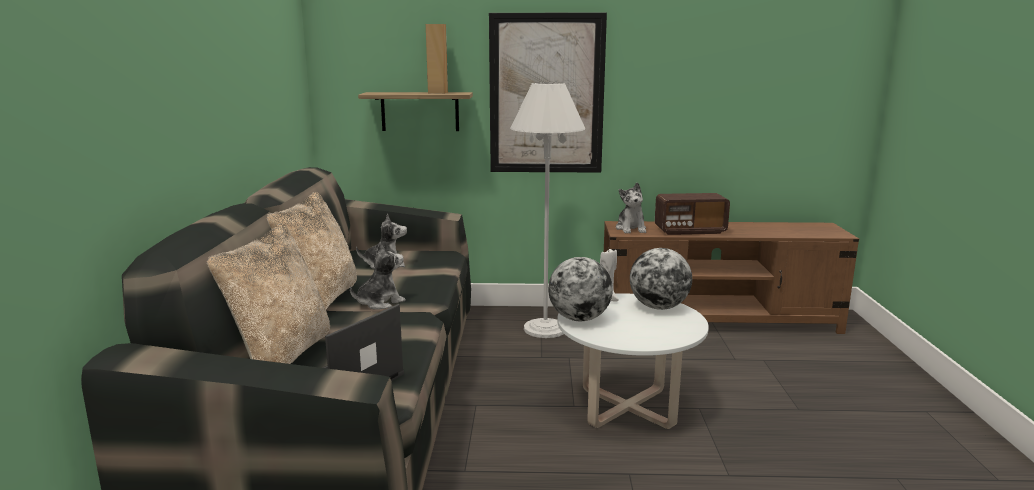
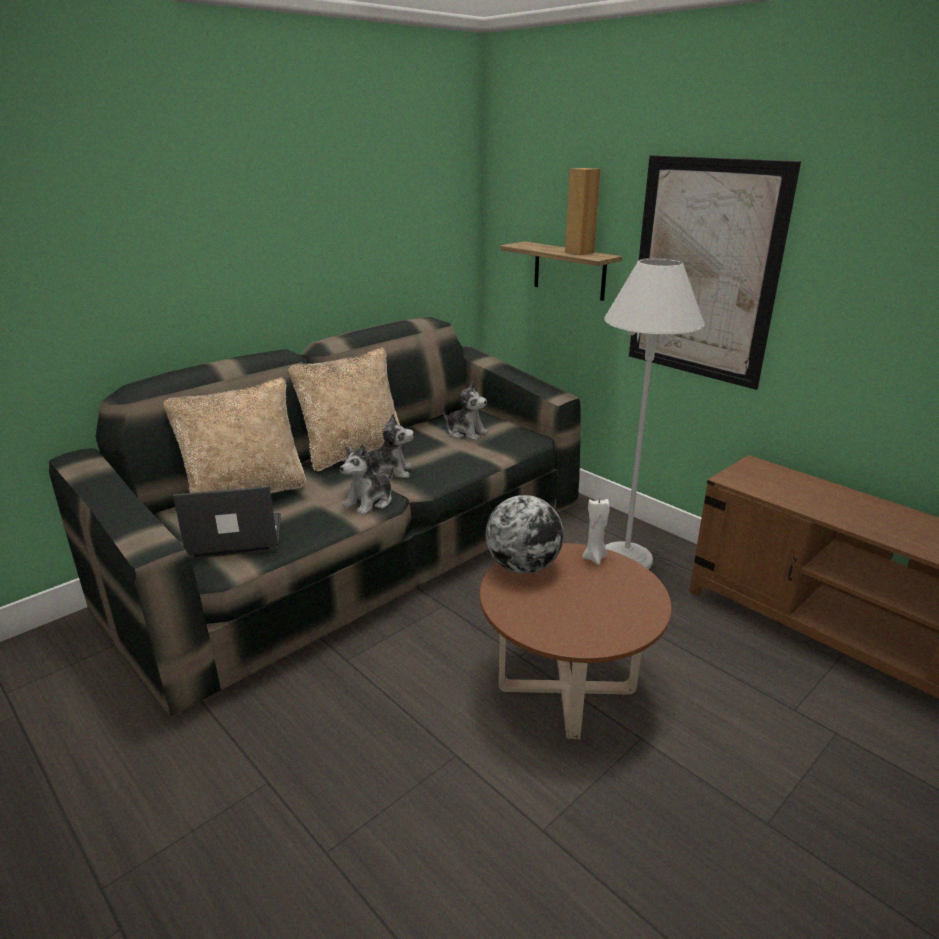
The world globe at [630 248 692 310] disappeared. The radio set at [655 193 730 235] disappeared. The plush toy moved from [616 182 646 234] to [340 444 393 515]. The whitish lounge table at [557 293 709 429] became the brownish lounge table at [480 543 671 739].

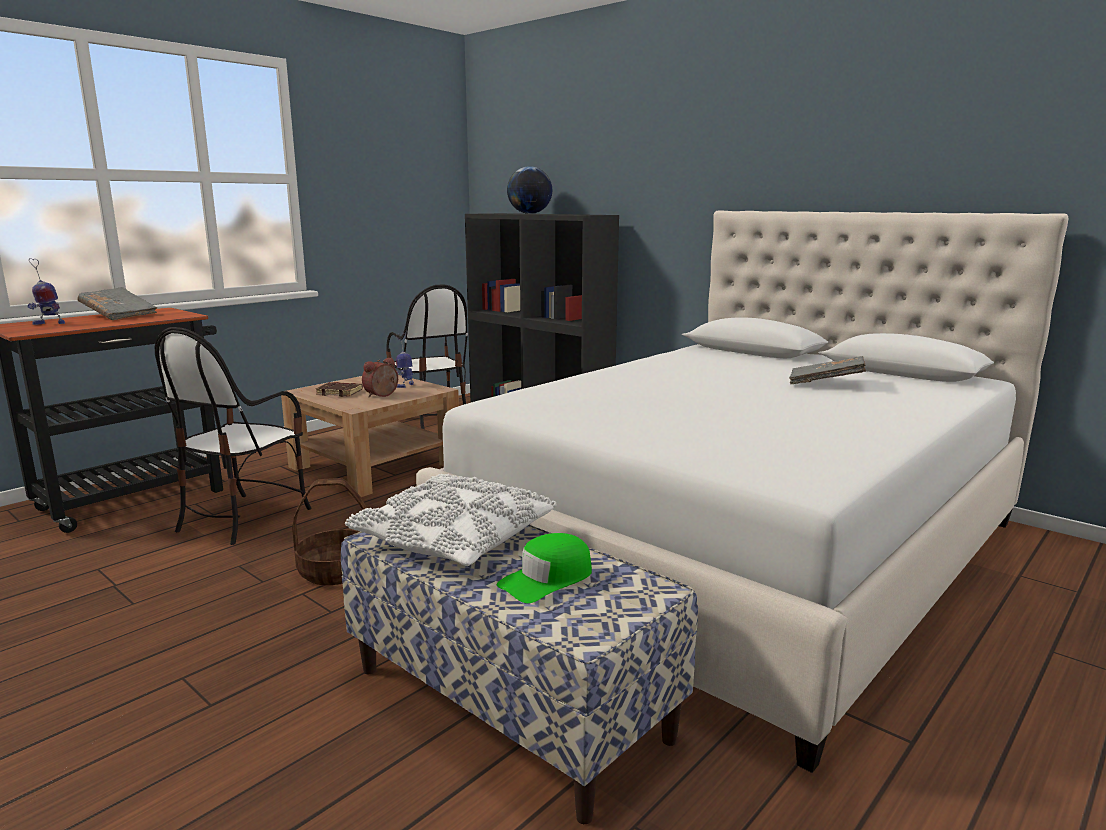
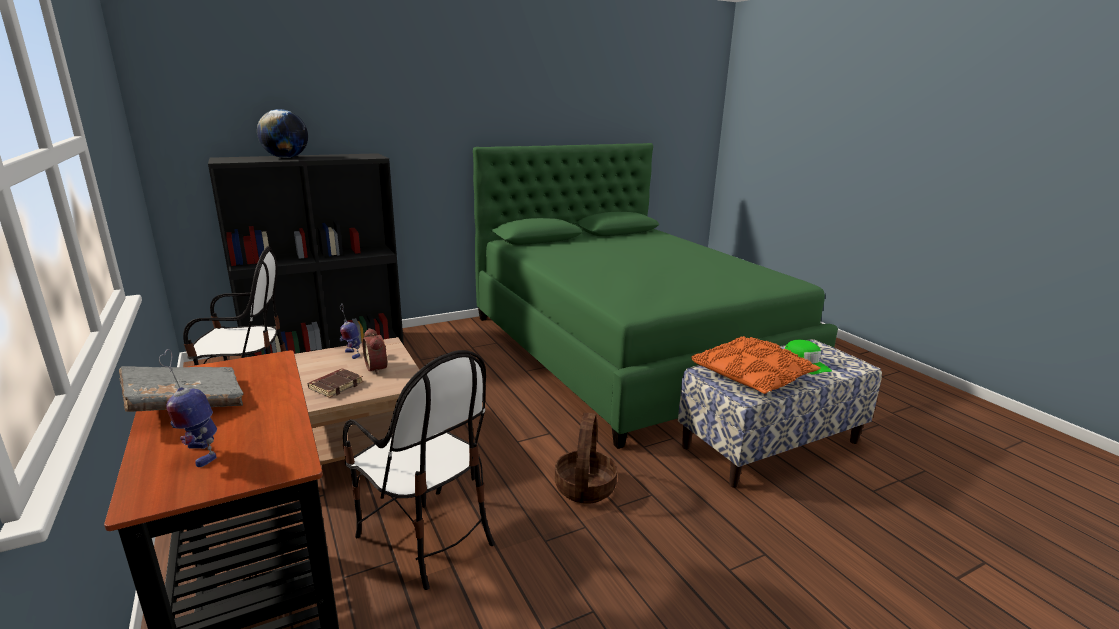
The gray bound book at [789 356 866 384] disappeared. The whitish throw pillow at [345 474 557 566] became the orange-coloured throw pillow at [691 336 820 394]. The whitish sleeping bed at [416 211 1068 773] became the green-coloured sleeping bed at [473 143 838 449]. The model robot at [27 258 65 325] turned 135 degrees clockwise.

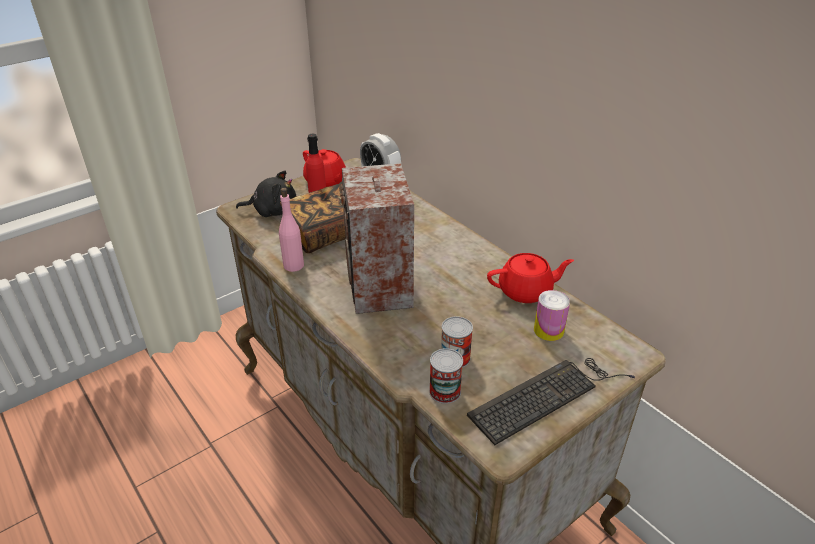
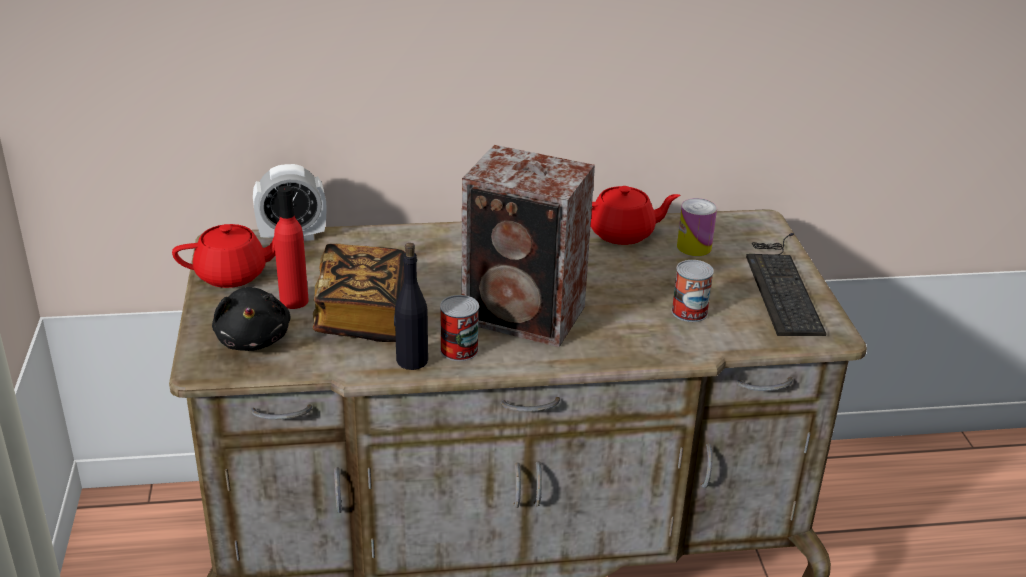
The sealed can moved from [429 348 463 404] to [440 295 479 361]. The pinkish bottle at [279 188 304 272] became the black bottle at [394 243 428 370]. The black plush toy at [236 171 296 217] turned 135 degrees clockwise. The reddish pot for tea at [487 253 574 303] turned 60 degrees clockwise.

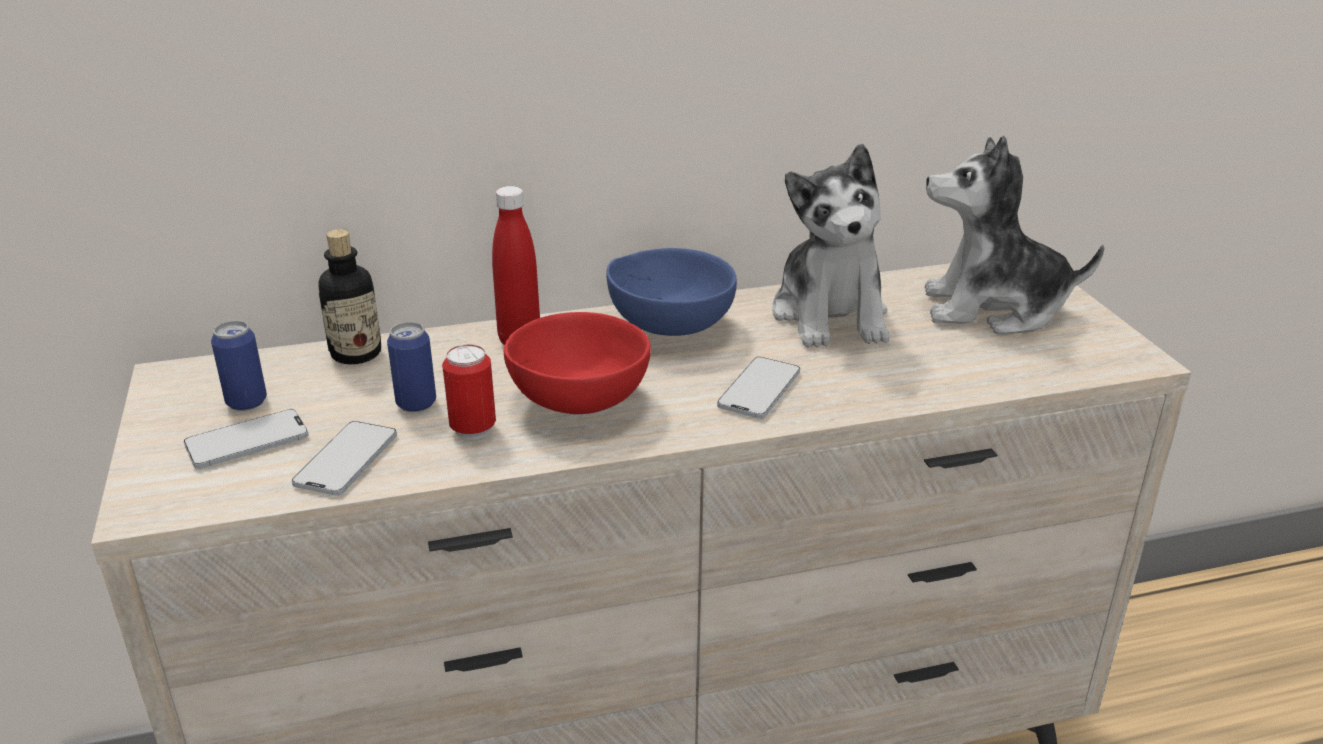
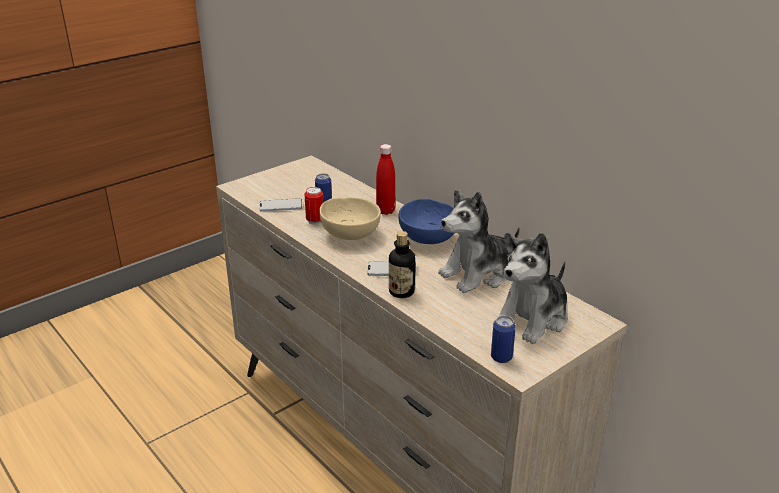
The phone at [184 409 308 469] disappeared. The sealed can moved from [211 320 267 411] to [491 316 516 363]. The bottle moved from [318 229 381 364] to [389 231 415 298]. The reddish serving bowl at [504 312 651 414] became the sand-coloured serving bowl at [319 197 381 240]. The plush toy at [924 135 1104 335] turned 120 degrees counterclockwise.

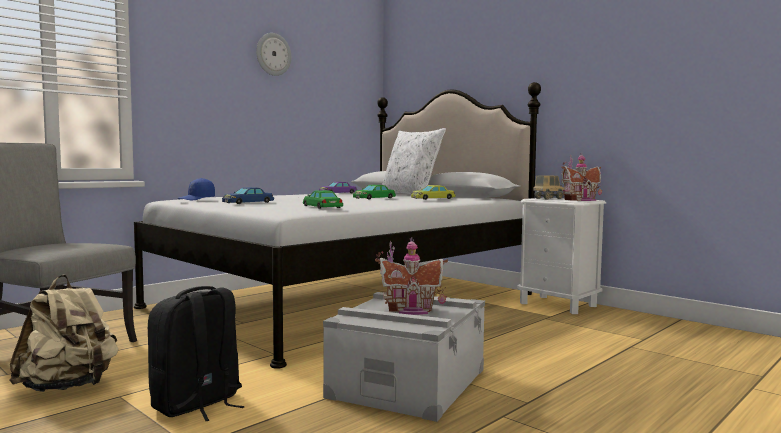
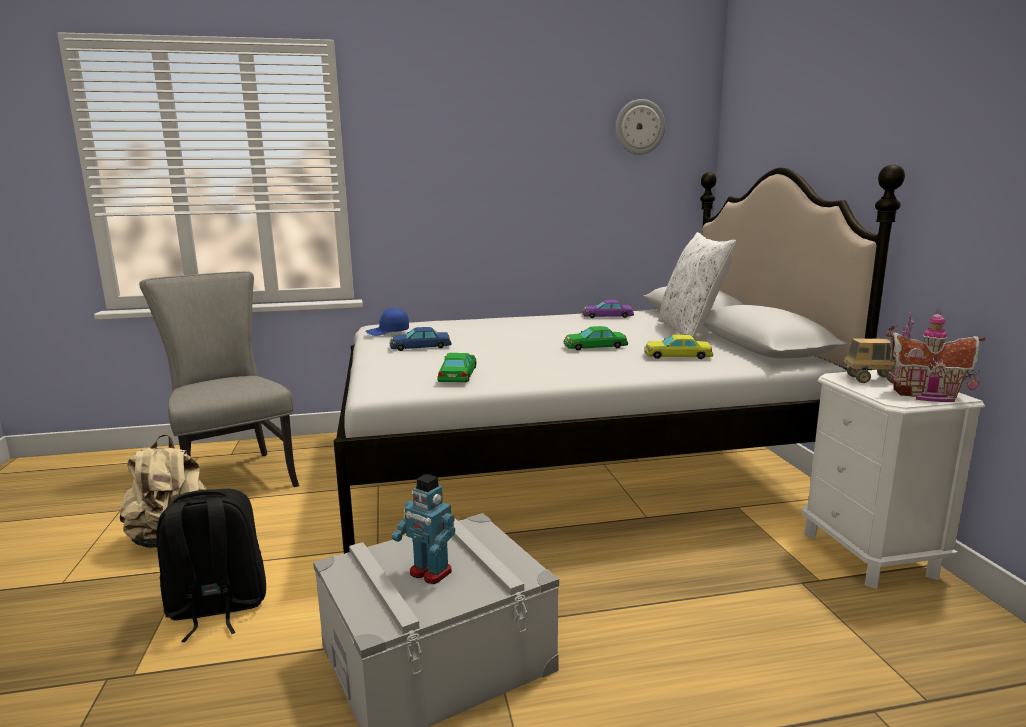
The hanging clock moved from [256 33 291 76] to [616 99 665 155]. The model house at [375 237 448 315] was replaced by the model robot at [392 474 455 584].

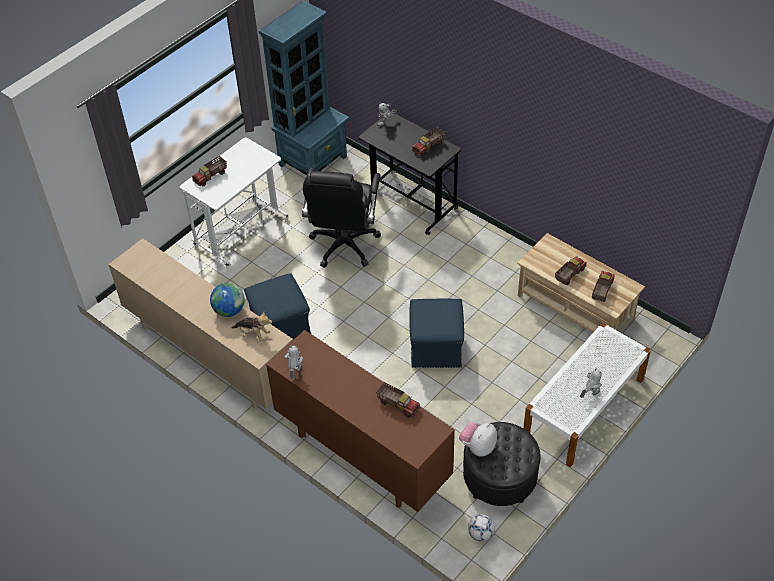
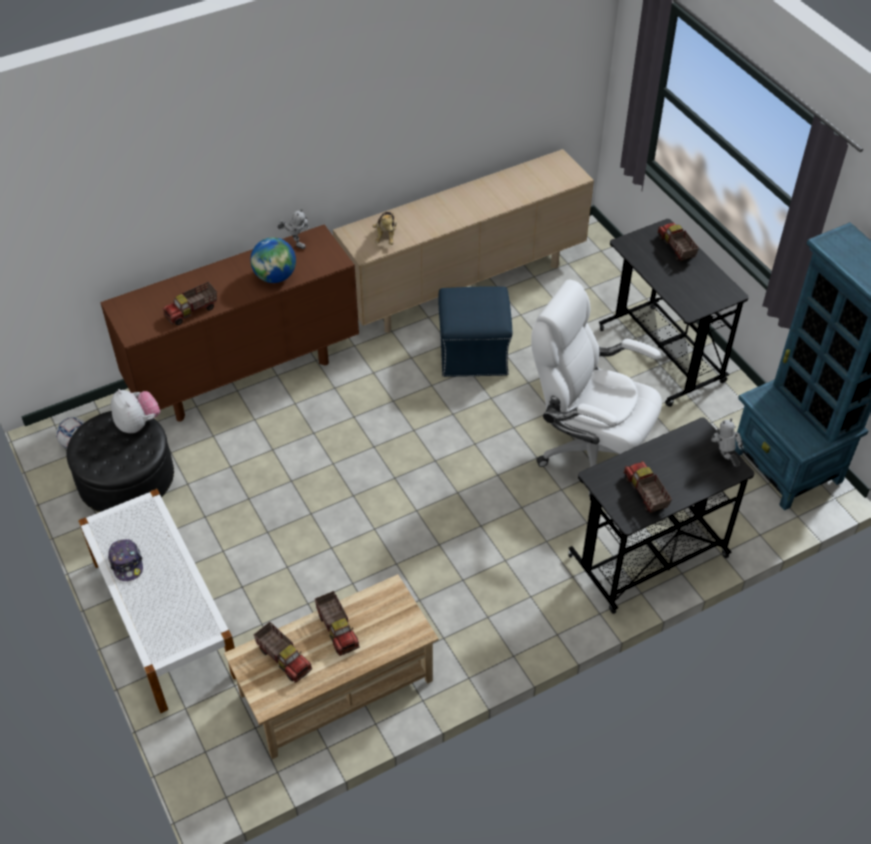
The bluish pouffe at [409 299 464 368] disappeared. The world globe moved from [210 283 245 317] to [250 237 296 283]. The model robot at [580 368 602 398] was replaced by the baseball cap at [108 539 143 581]. The whitish desk at [180 137 288 268] became the black desk at [599 219 749 407]. The black computer chair at [302 167 381 268] became the whitish computer chair at [531 280 662 497]. The plush toy at [232 312 272 341] turned 45 degrees counterclockwise.

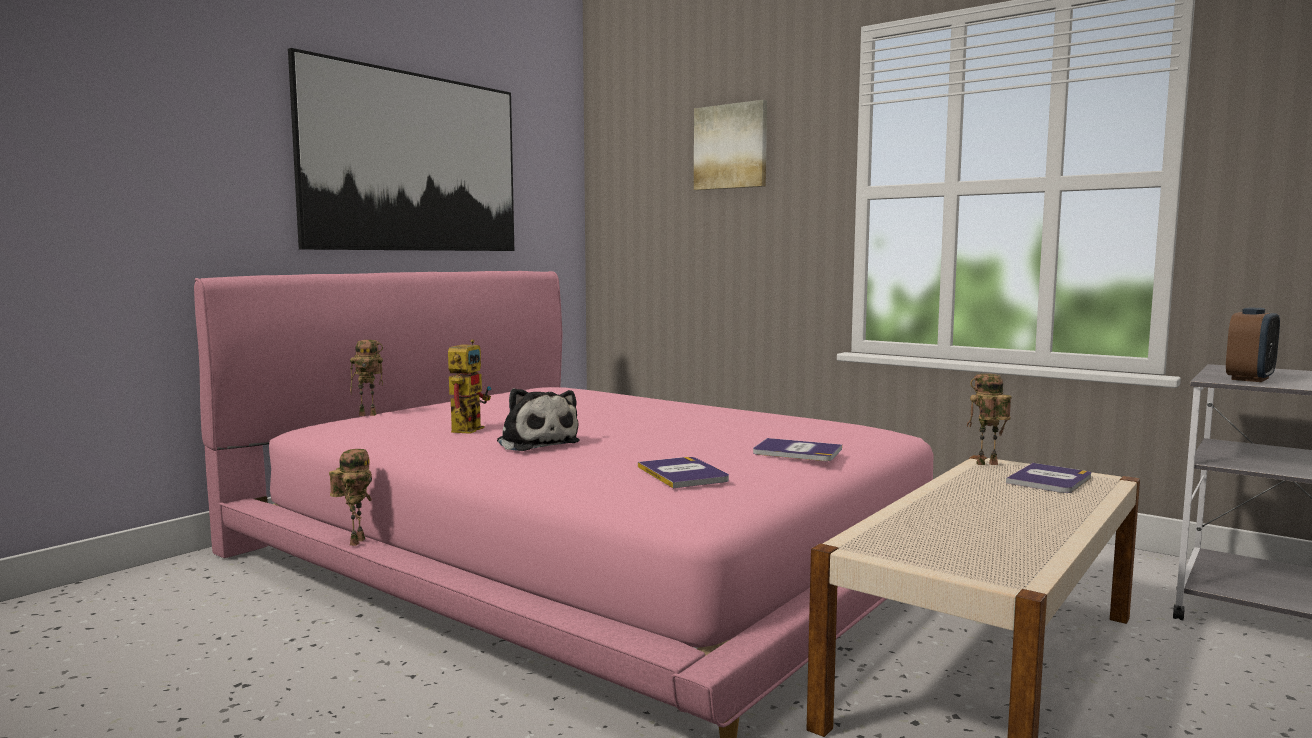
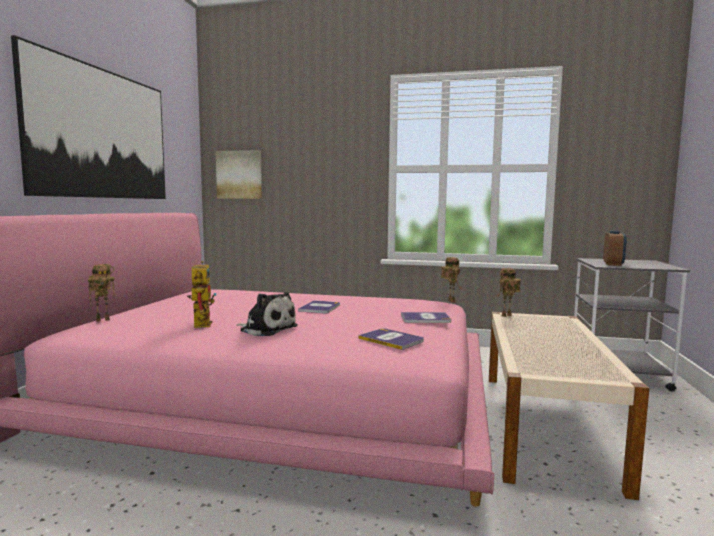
The model robot moved from [329 449 372 546] to [441 257 462 303]. The picture moved from [694 100 767 190] to [216 150 262 199]. The bound book moved from [1006 463 1091 493] to [298 300 340 313].

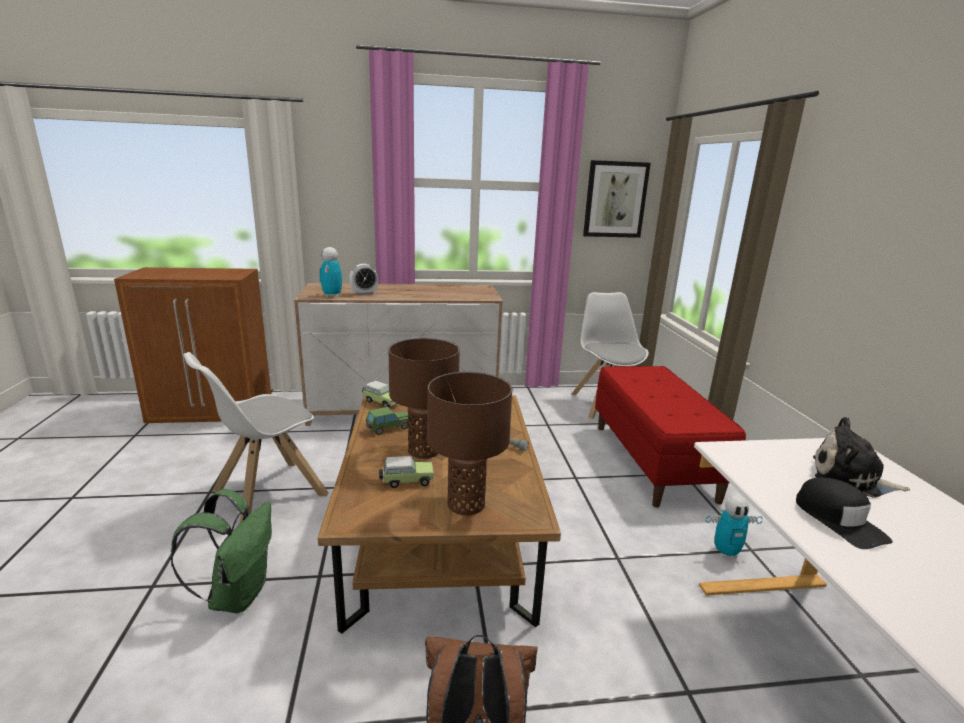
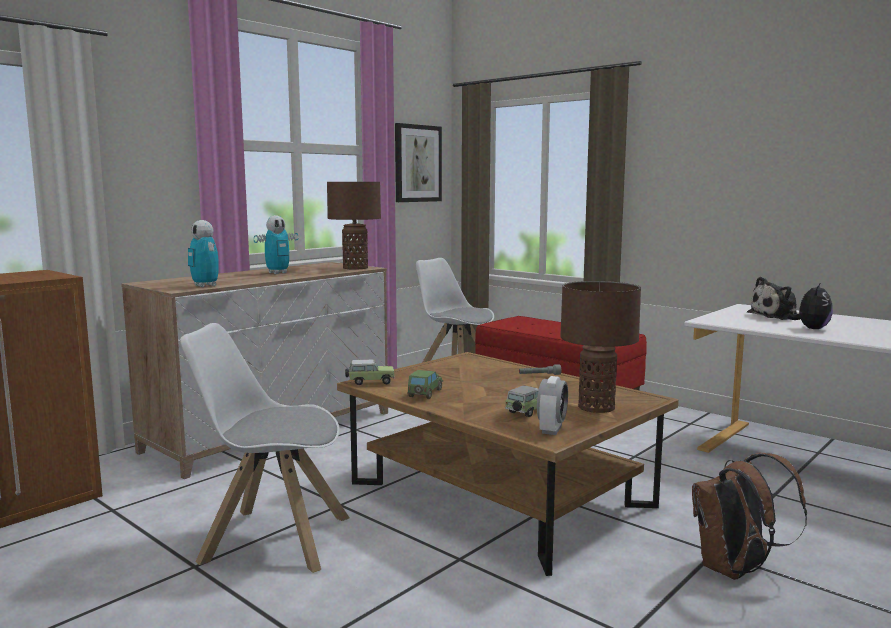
The green-coloured knapsack at [170 489 272 614] disappeared. The bedside clock moved from [349 264 378 295] to [537 376 568 435]. The brownish table lamp moved from [389 338 460 459] to [327 182 381 269]. The model robot moved from [706 496 762 558] to [254 215 299 274]. The black baseball cap at [796 477 893 549] was replaced by the plush toy at [787 282 833 329]. The upright chair at [184 352 329 522] turned 90 degrees clockwise.

